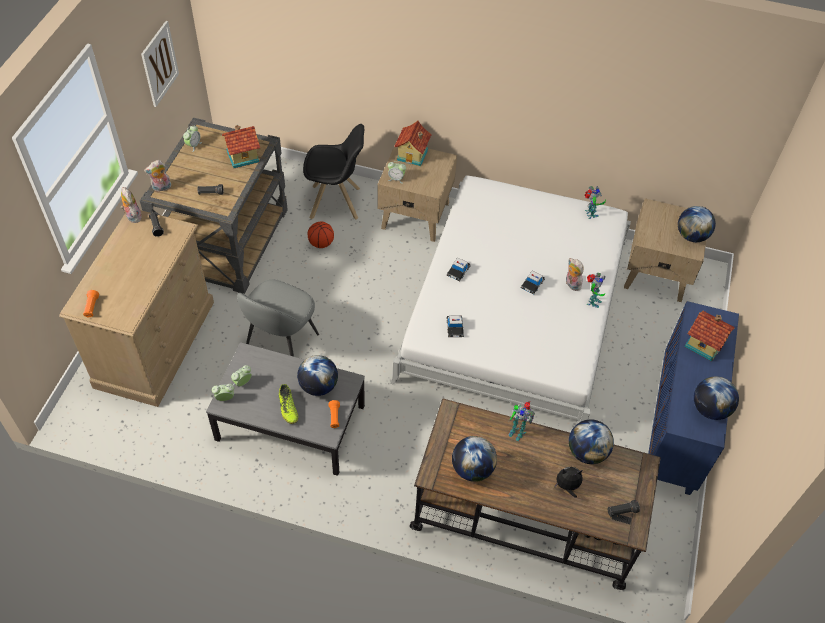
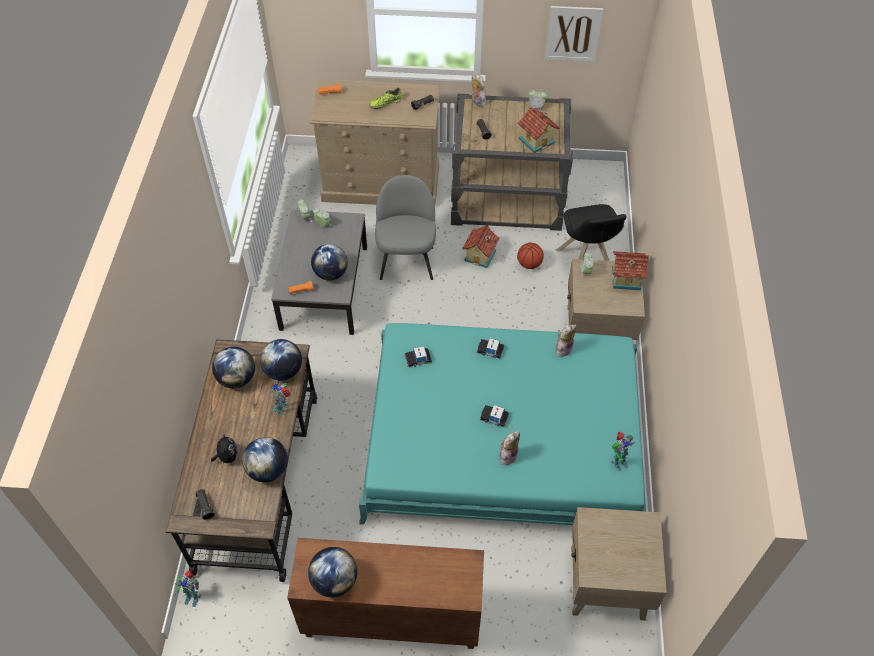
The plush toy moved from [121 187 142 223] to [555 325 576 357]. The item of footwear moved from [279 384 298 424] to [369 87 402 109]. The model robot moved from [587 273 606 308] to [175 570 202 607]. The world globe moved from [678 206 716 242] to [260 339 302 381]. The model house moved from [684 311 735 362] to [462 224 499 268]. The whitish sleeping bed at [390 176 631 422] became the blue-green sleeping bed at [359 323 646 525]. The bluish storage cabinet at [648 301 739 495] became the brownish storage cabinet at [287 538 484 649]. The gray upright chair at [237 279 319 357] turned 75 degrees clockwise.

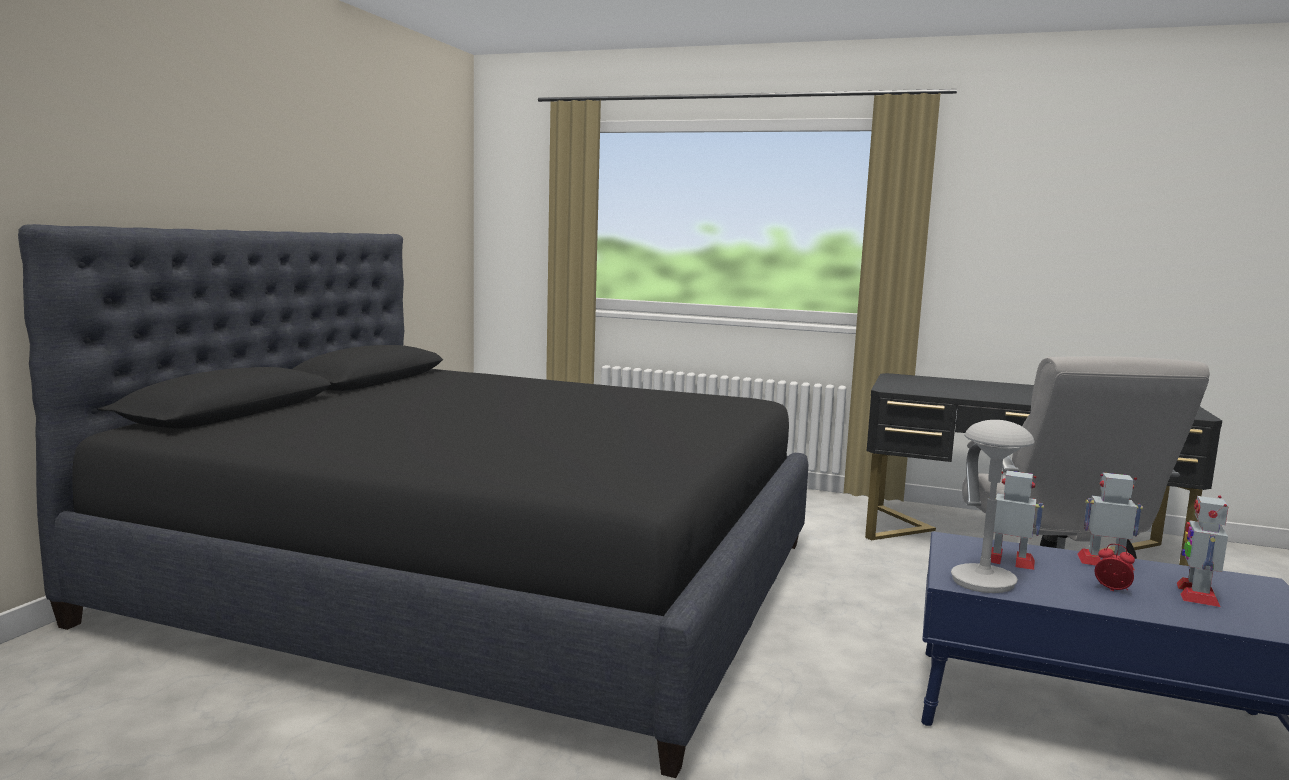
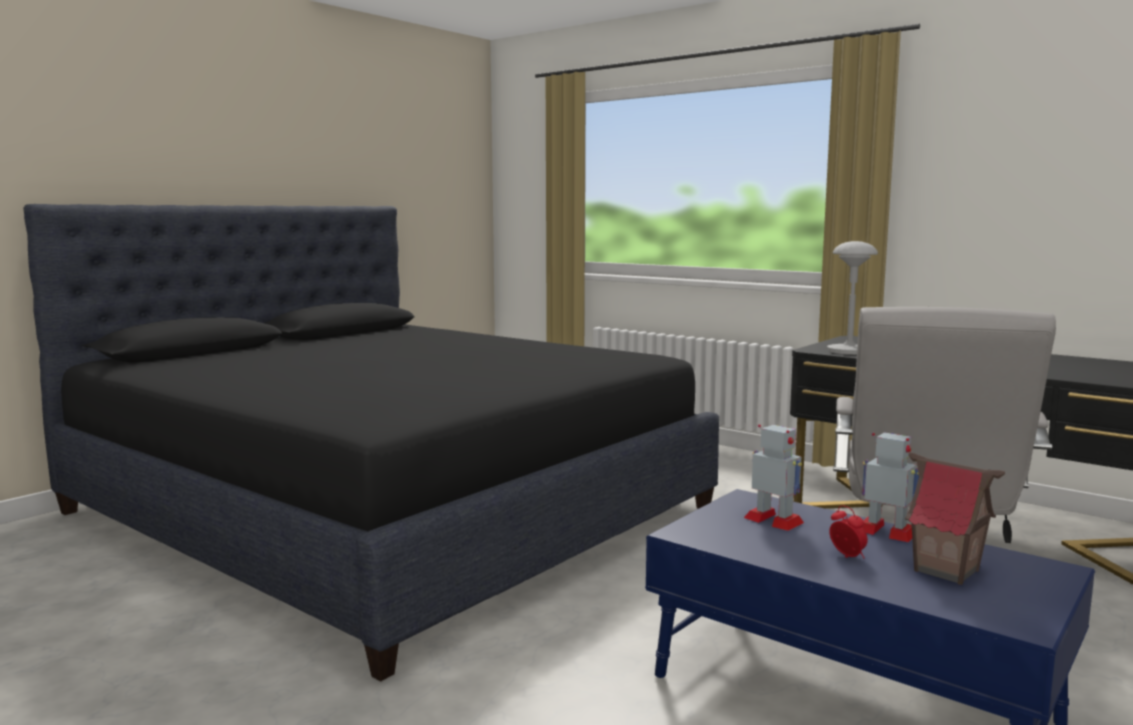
The gray table lamp moved from [951 420 1034 593] to [827 241 878 355]. The model robot at [1177 495 1229 607] was replaced by the model house at [905 452 1005 585].

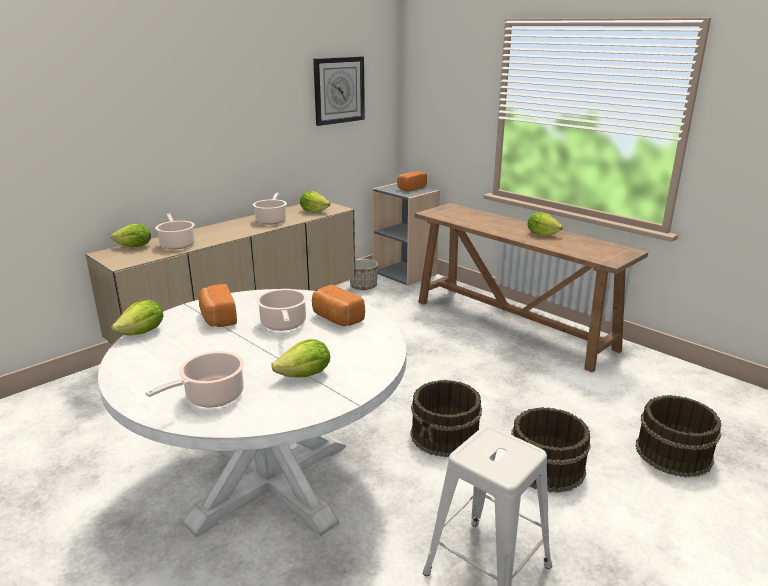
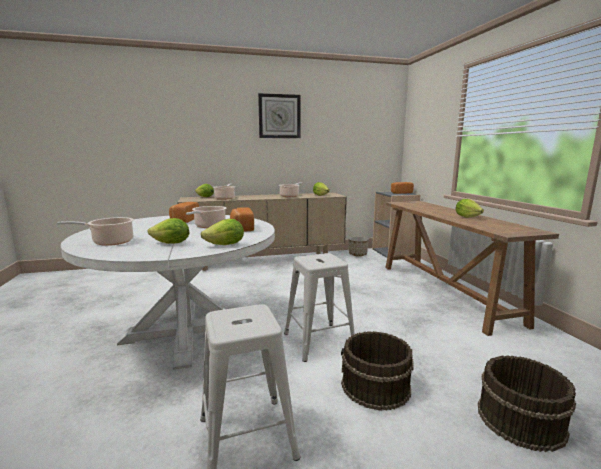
The lettuce moved from [111 300 163 336] to [200 219 244 245]. The hanging clock moved from [313 56 365 126] to [258 93 300 138]. The brownish pail at [410 380 482 457] was replaced by the whitish stool seat at [284 253 355 362].

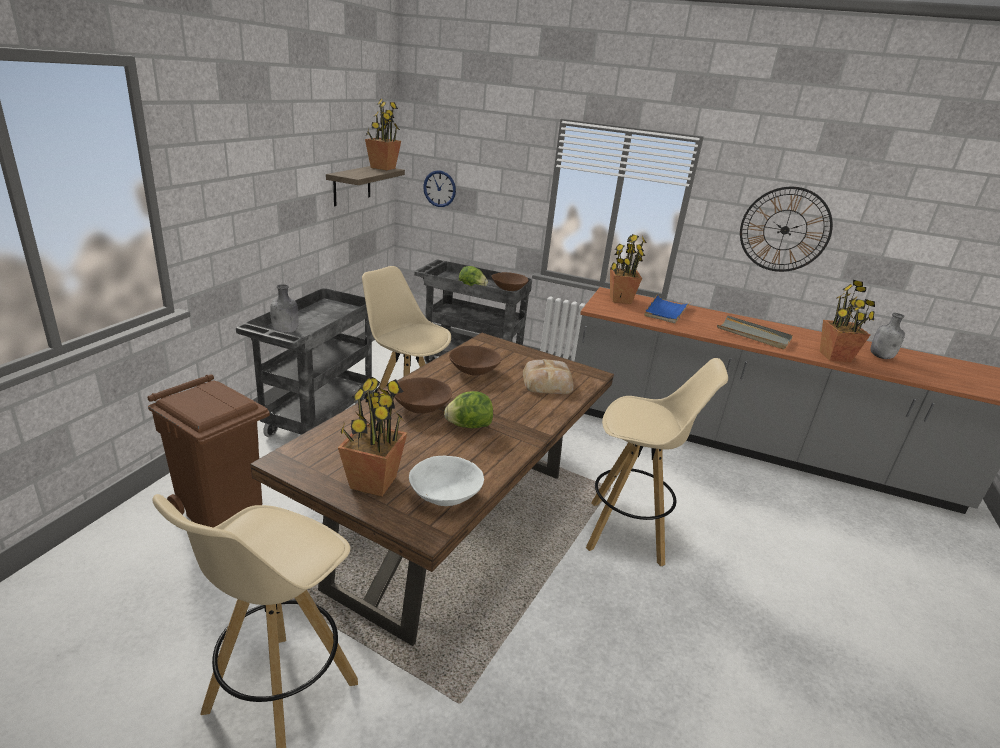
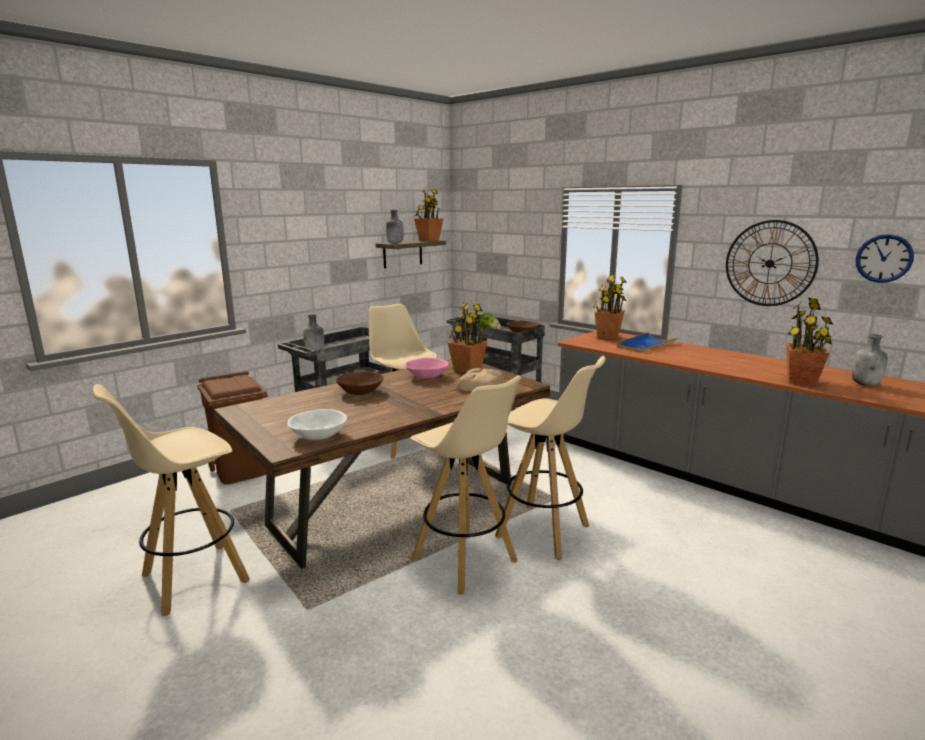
The lettuce at [444 391 493 428] disappeared. The gray tray at [717 315 793 349] disappeared. The gray bottle at [386 210 403 243] appeared. The sand-coloured stool seat at [410 375 521 594] appeared. The houseplant moved from [338 376 407 497] to [448 302 488 373]. The hanging clock moved from [423 171 456 207] to [856 234 914 283]. The brownish serving bowl at [449 346 501 376] became the pinkish serving bowl at [405 358 449 379].

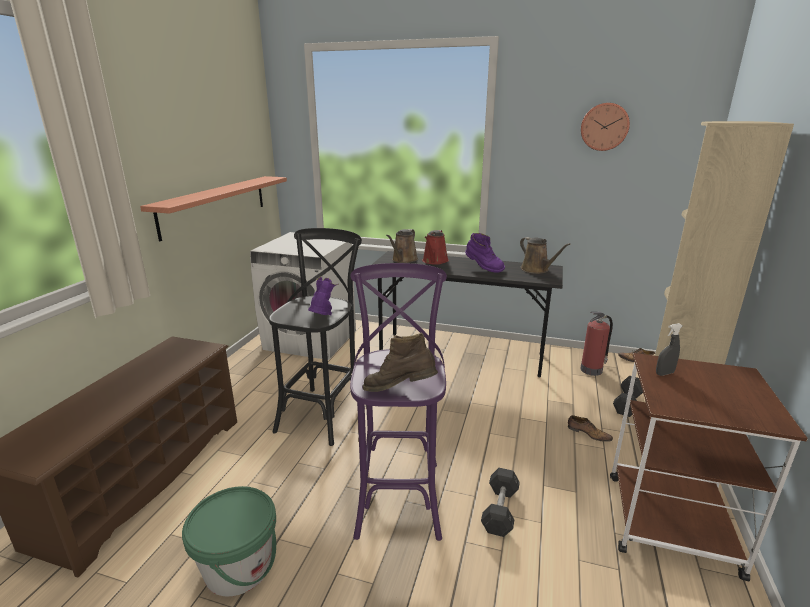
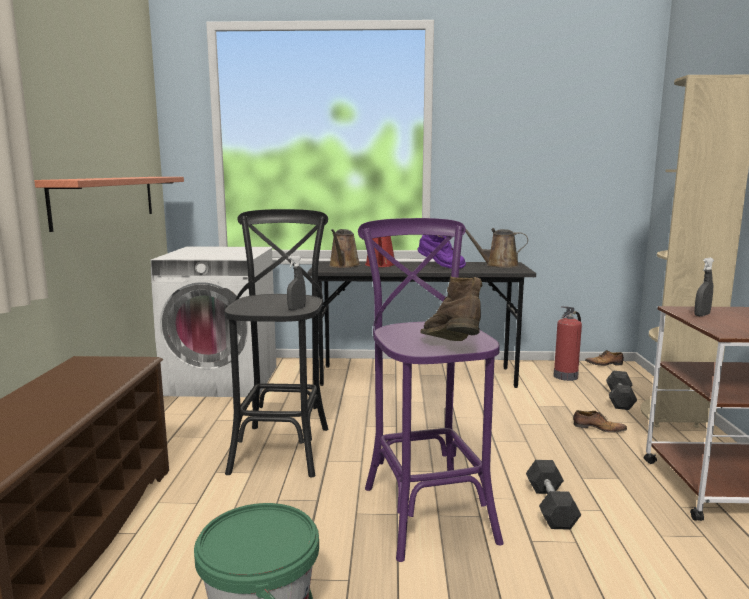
The hanging clock at [581 103 630 151] disappeared. The purple-coloured high-top boot at [308 277 338 316] was replaced by the gray spray bottle at [287 255 306 311]. The brownish high-top boot at [363 333 438 392] turned 75 degrees clockwise. The brownish sprinkling can at [520 237 571 274] turned 150 degrees clockwise.

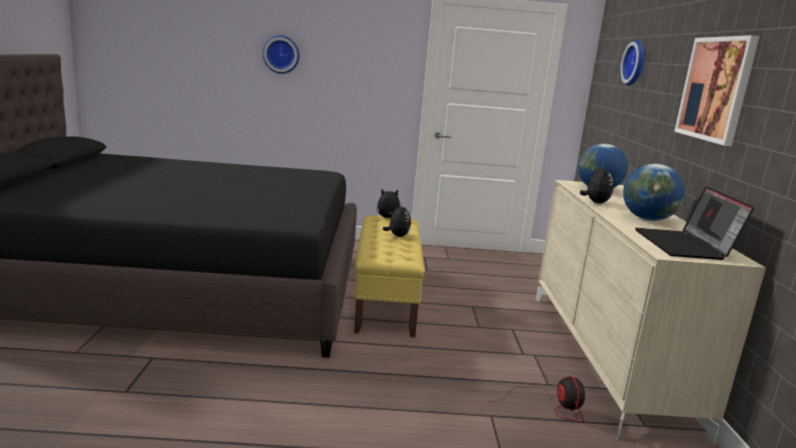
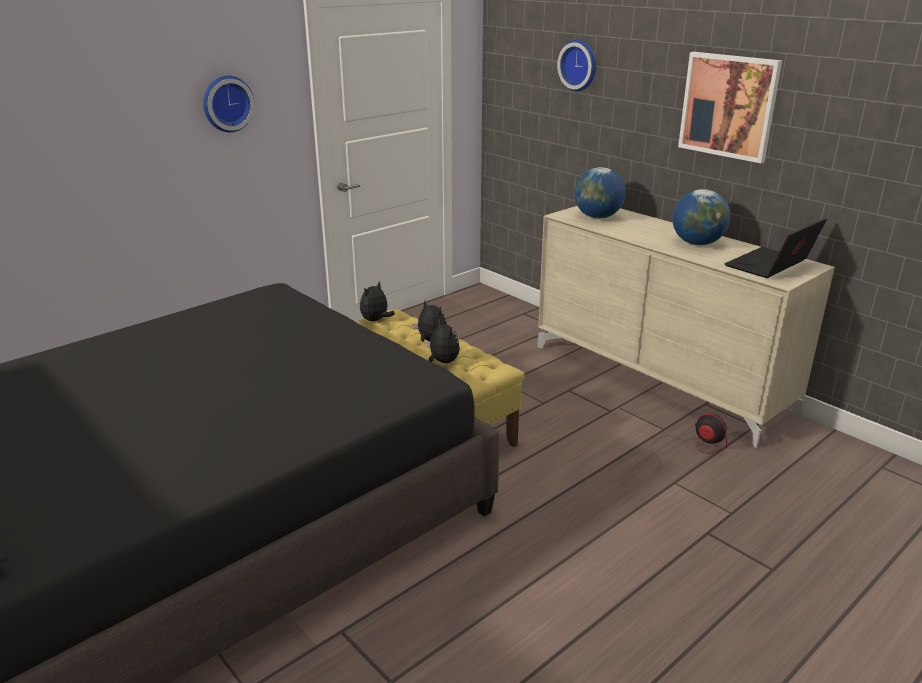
The hanging clock moved from [263 35 299 74] to [203 76 255 132]. The plush toy moved from [580 165 614 203] to [426 319 460 363]. The laptop at [635 186 754 260] turned 90 degrees clockwise.

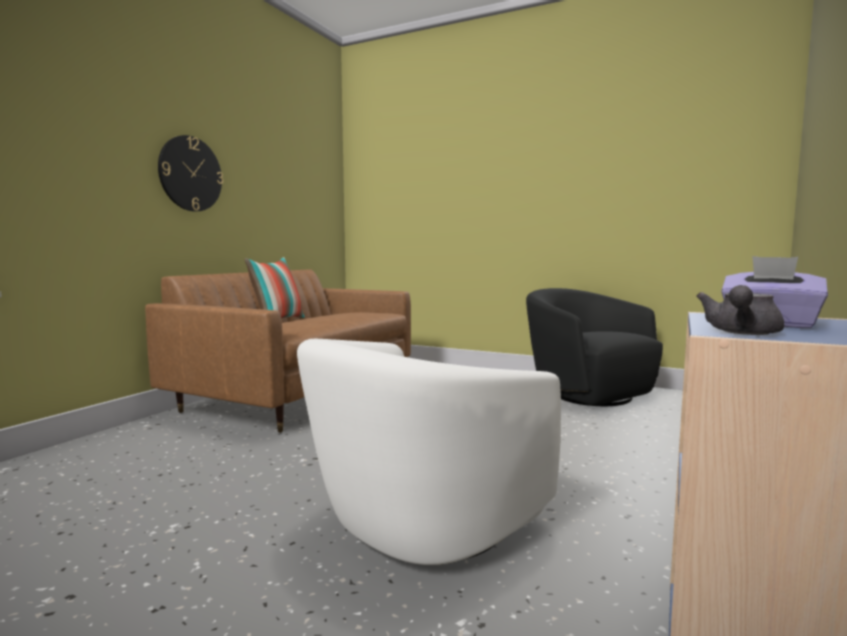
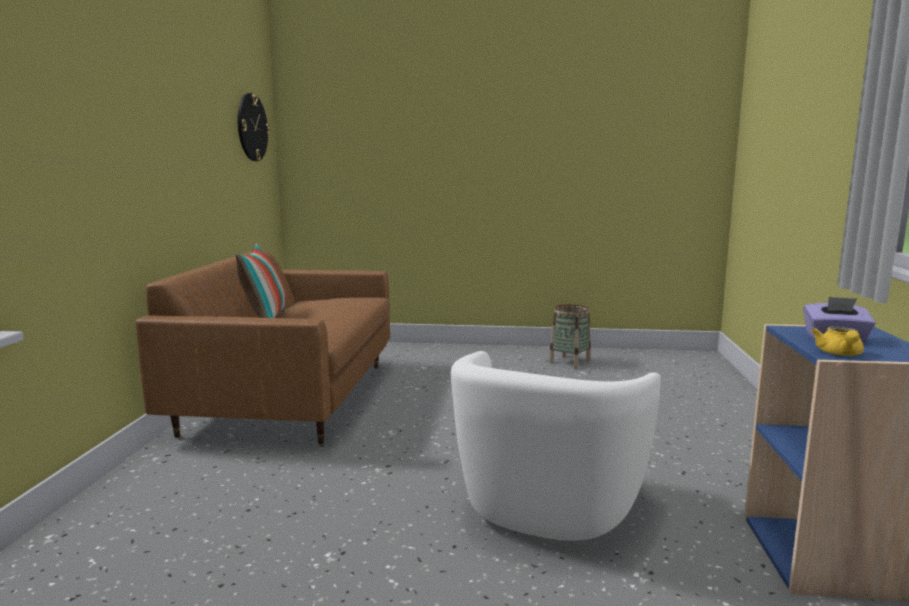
The hanging clock moved from [158 135 223 211] to [237 93 270 161]. The black easy chair at [526 288 663 406] was replaced by the household basket at [549 304 591 369]. The gray pot for tea at [696 285 784 335] became the yellow-coloured pot for tea at [811 326 864 356].

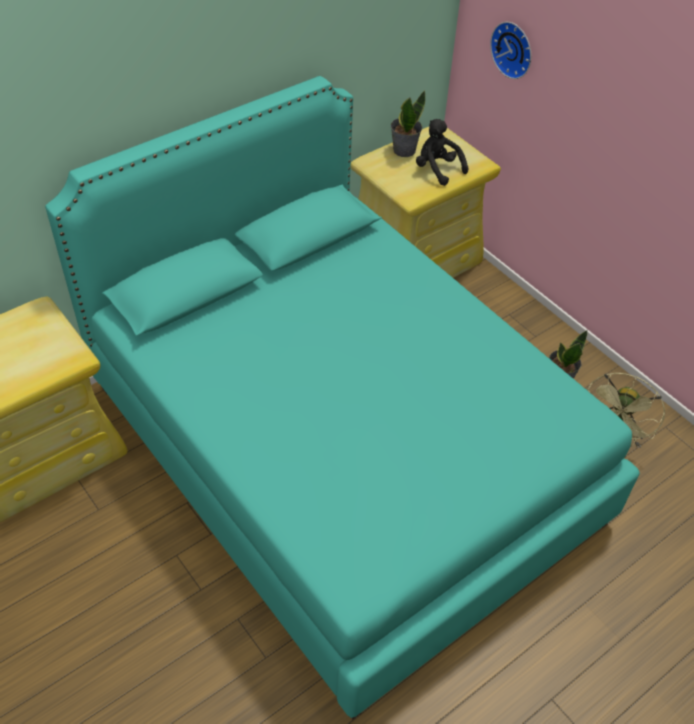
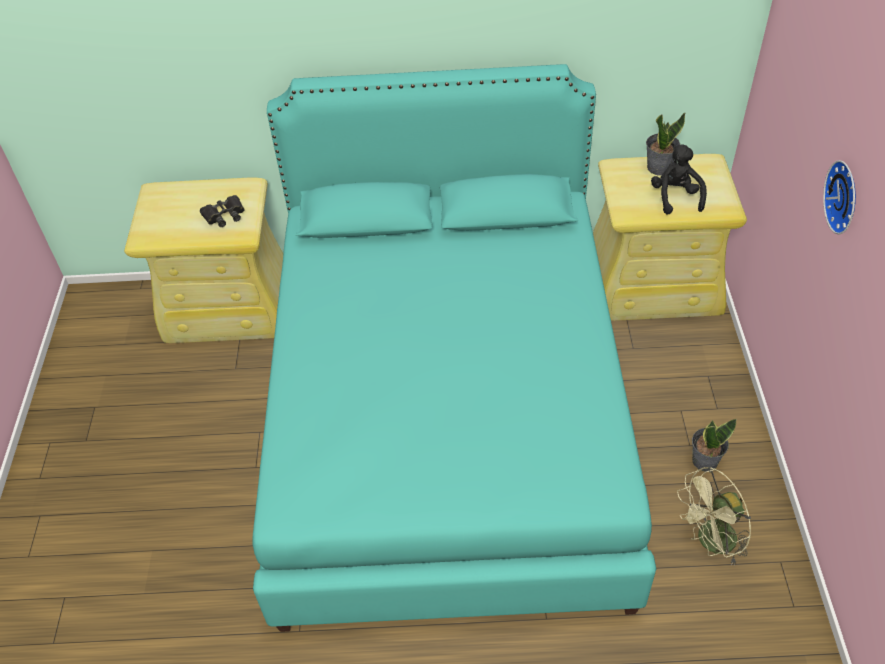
The black binoculars at [200 195 244 227] appeared. The hanging clock moved from [490 22 531 79] to [823 160 856 234].

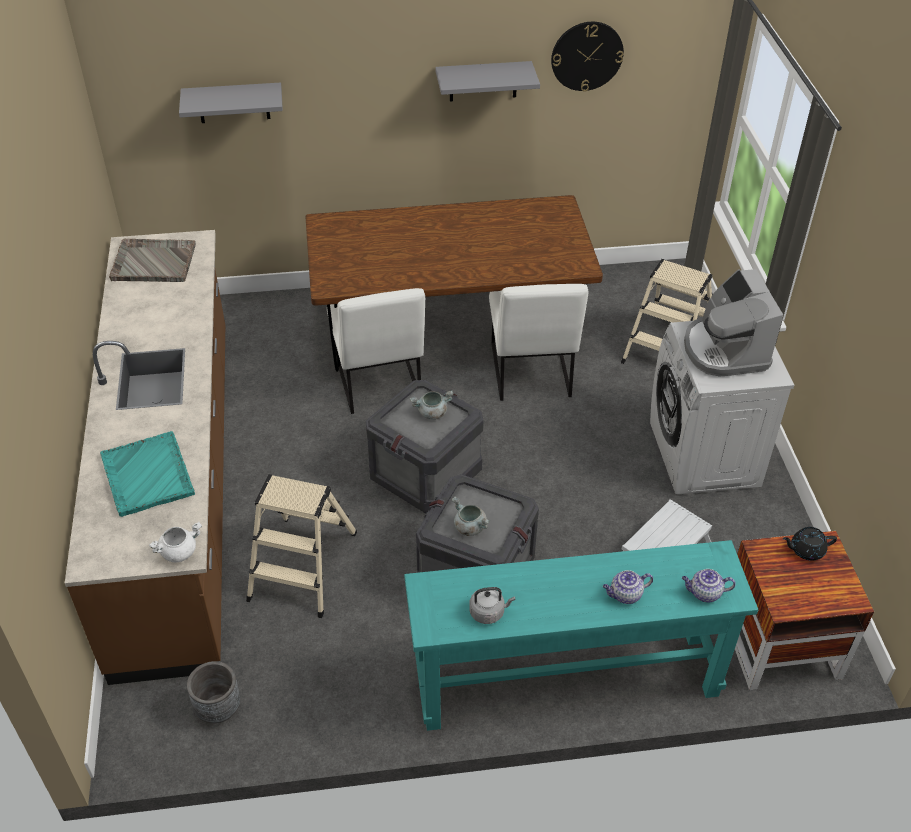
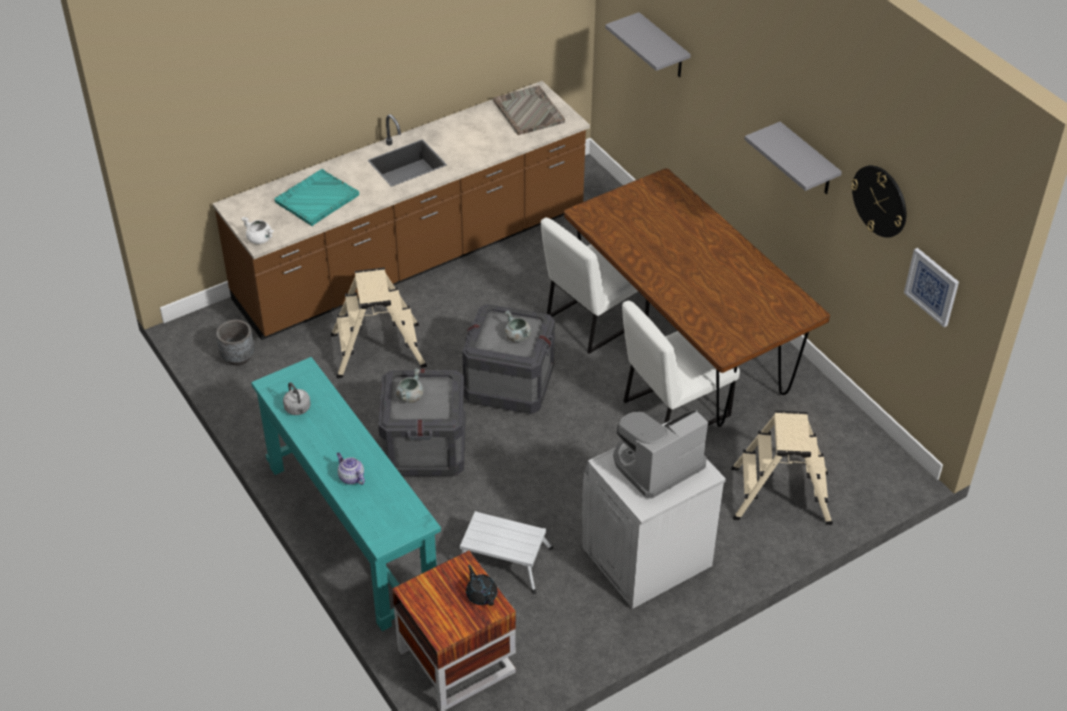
The pot for tea at [682 569 736 602] disappeared. The picture at [904 248 959 327] appeared.

